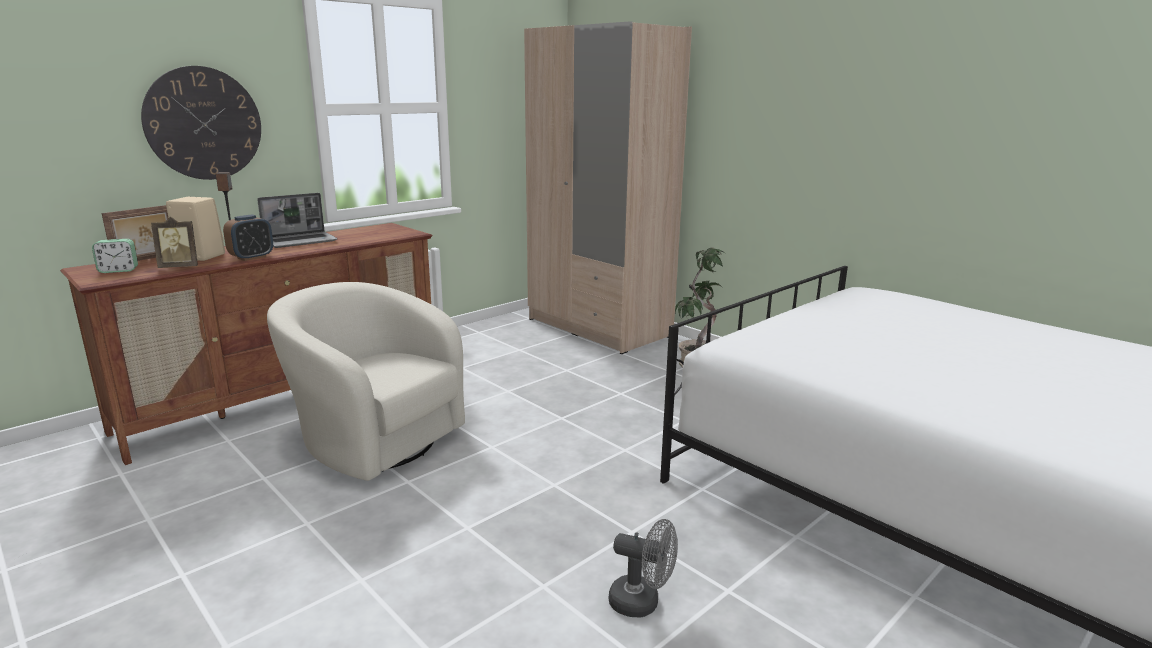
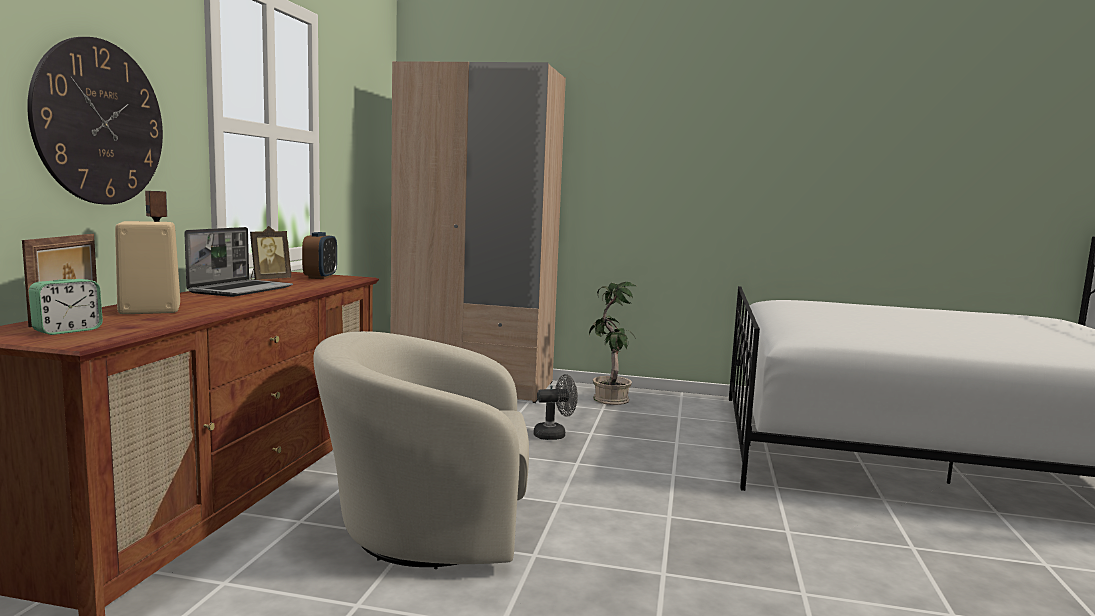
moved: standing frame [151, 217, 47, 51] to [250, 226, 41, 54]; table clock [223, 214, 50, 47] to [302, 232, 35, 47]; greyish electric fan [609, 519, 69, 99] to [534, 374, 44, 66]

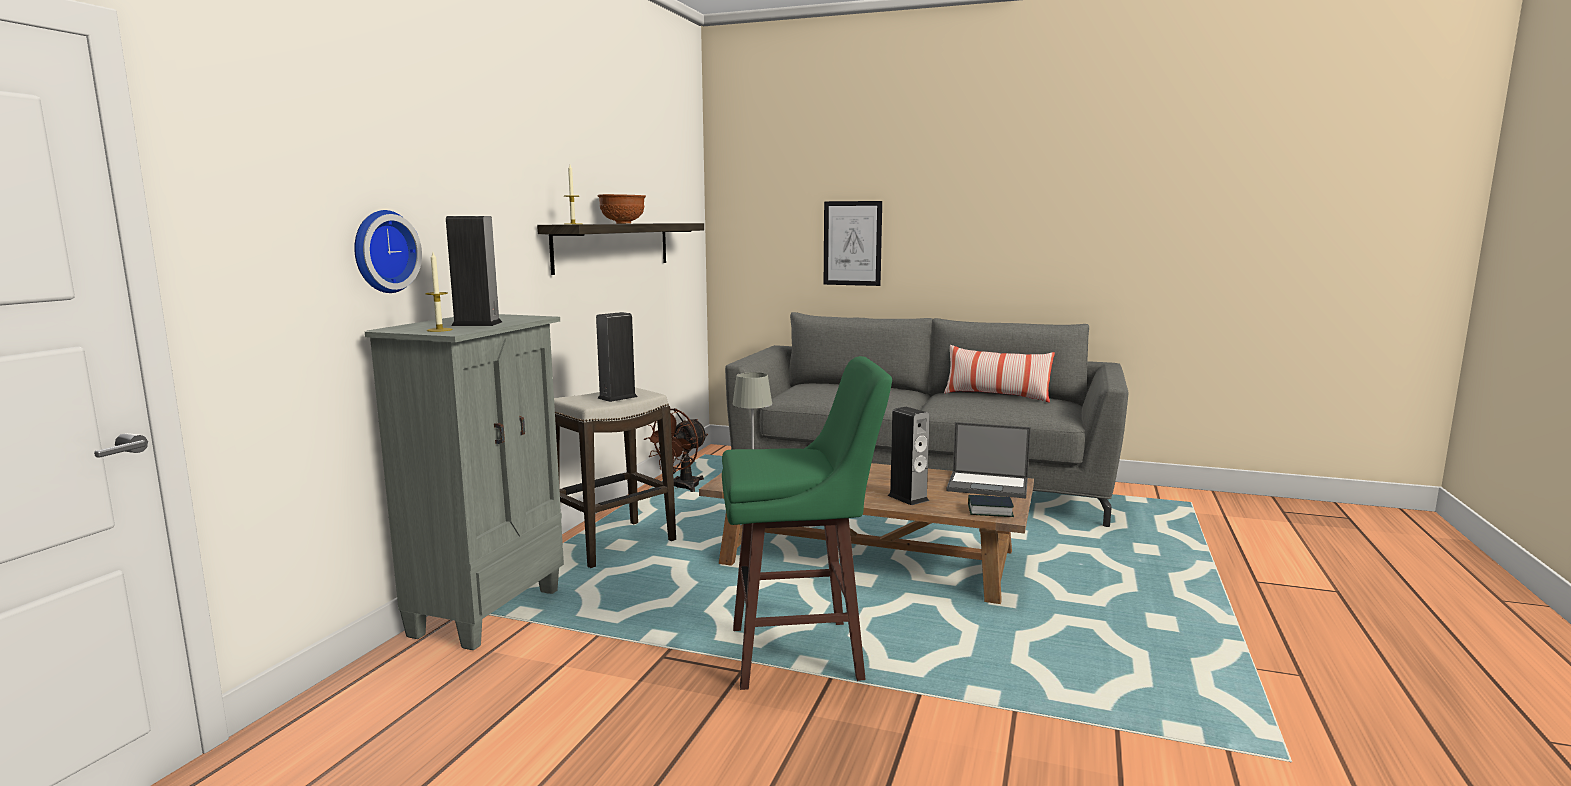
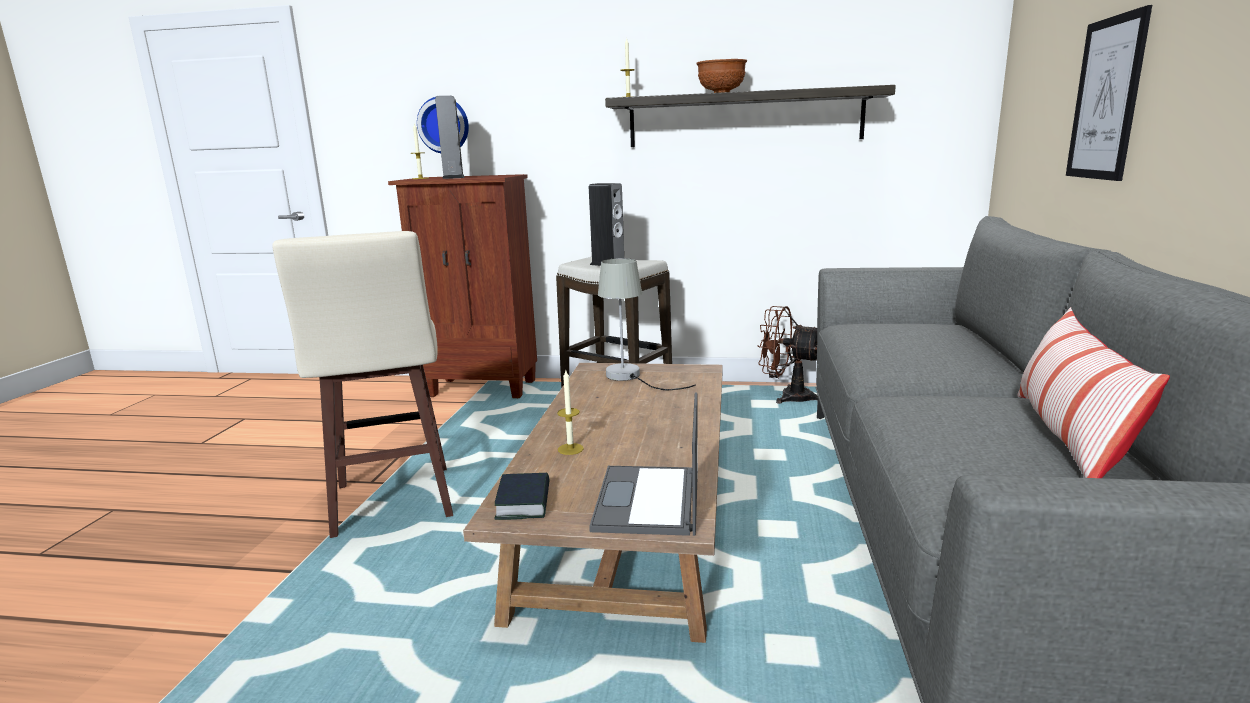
replaced: loudspeaker [888, 407, 42, 98] to candle [557, 371, 27, 84]
recoloured: greyish cabinet [365, 314, 199, 336] to brownish cabinet [388, 174, 149, 224]; green stool seat [722, 356, 170, 334] to sand-coloured stool seat [272, 231, 181, 307]

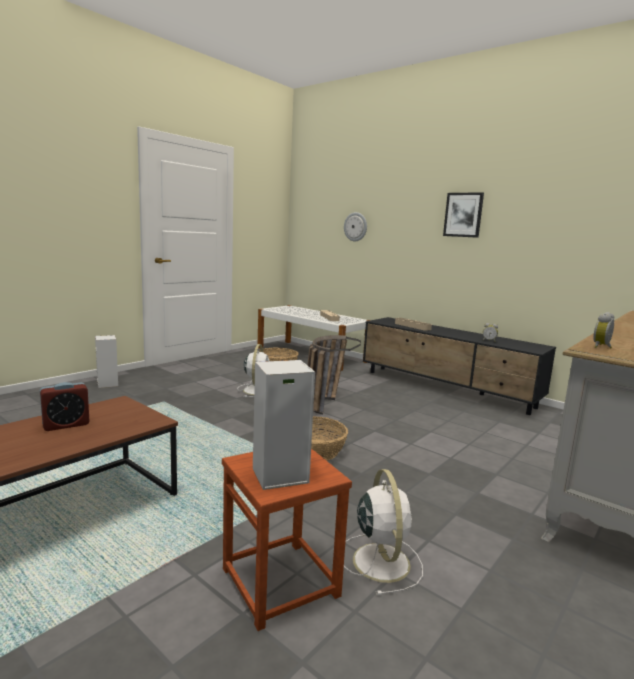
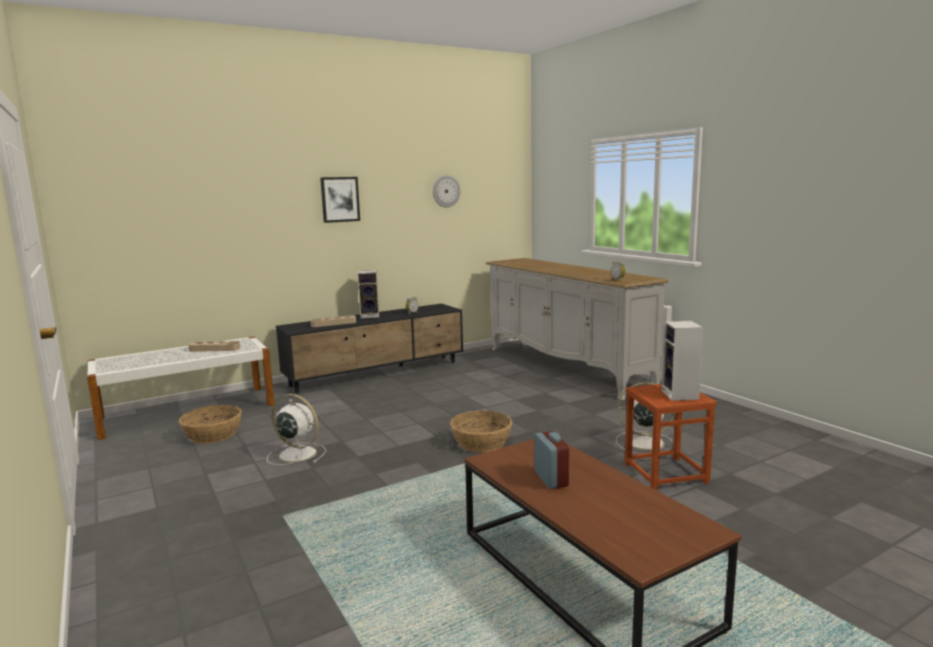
removed: storage basket [308, 335, 53, 79]
moved: loudspeaker [95, 335, 23, 53] to [357, 270, 22, 48]; hanging clock [344, 212, 23, 30] to [433, 175, 27, 32]

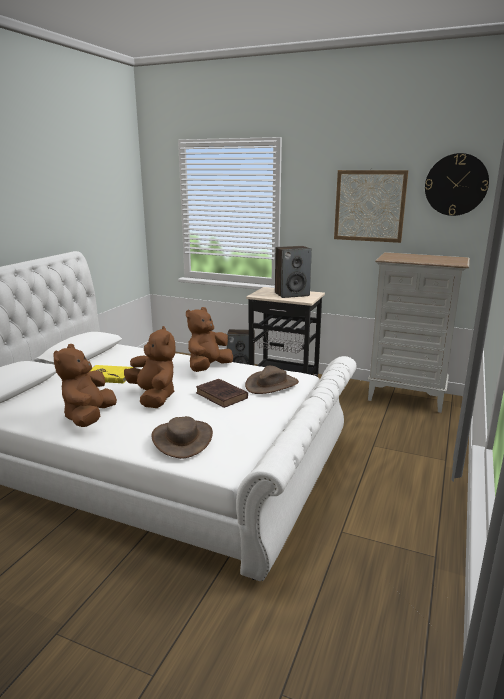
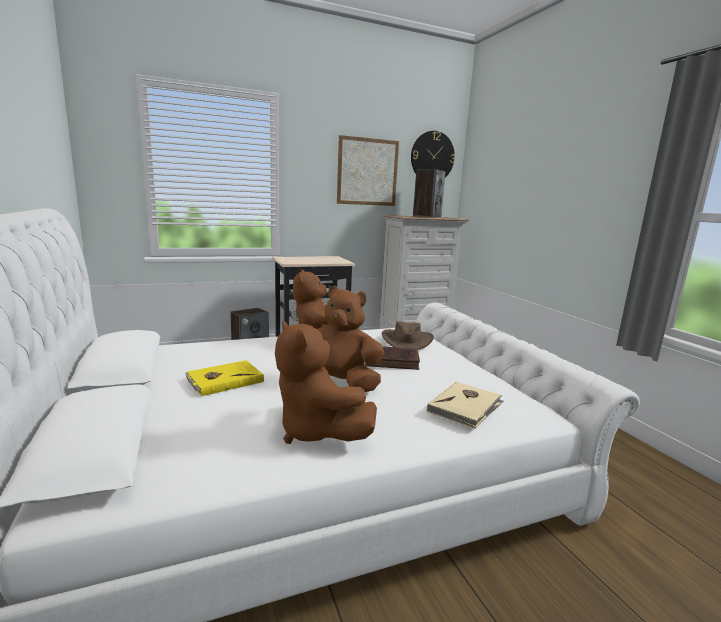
moved: loudspeaker [275, 246, 37, 52] to [413, 169, 32, 49]
replaced: brownish clothing hat [152, 416, 61, 42] to sand-coloured bound book [427, 381, 77, 48]

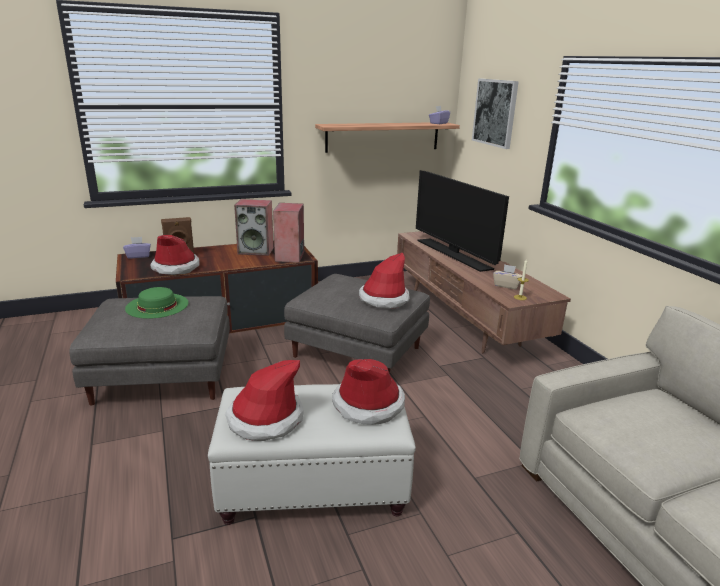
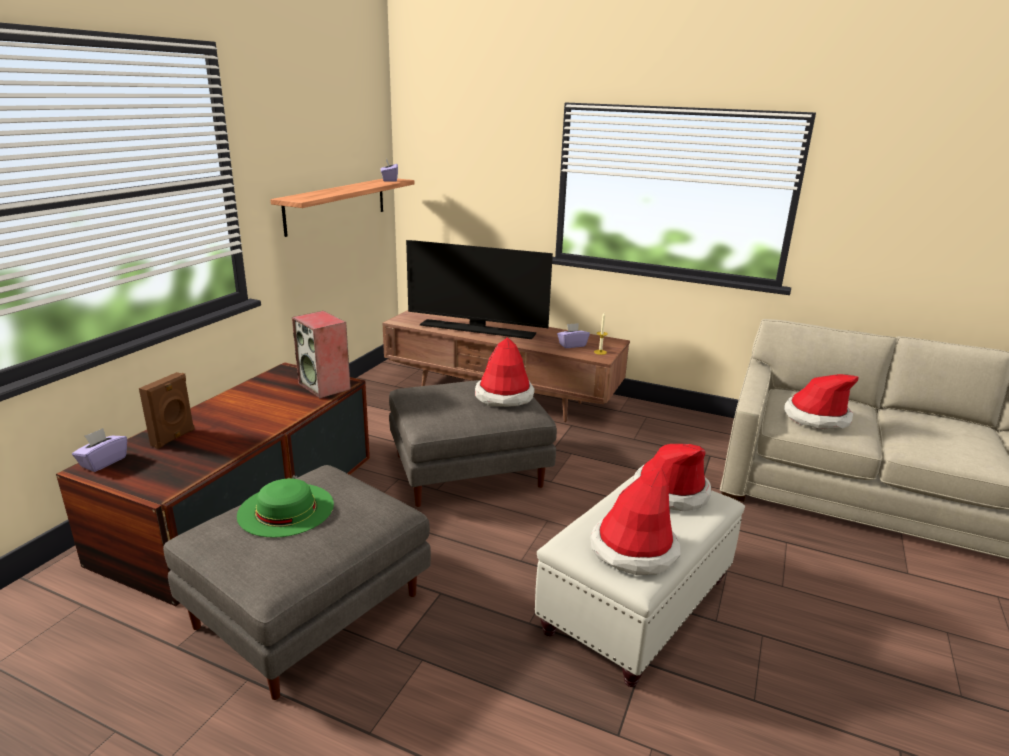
removed: loudspeaker [234, 199, 40, 57]; wall art [472, 79, 47, 70]
moved: clothing hat [150, 235, 50, 40] to [784, 374, 75, 55]
recoloured: sand-coloured tissue box [493, 264, 29, 25] to purplish tissue box [557, 323, 33, 25]

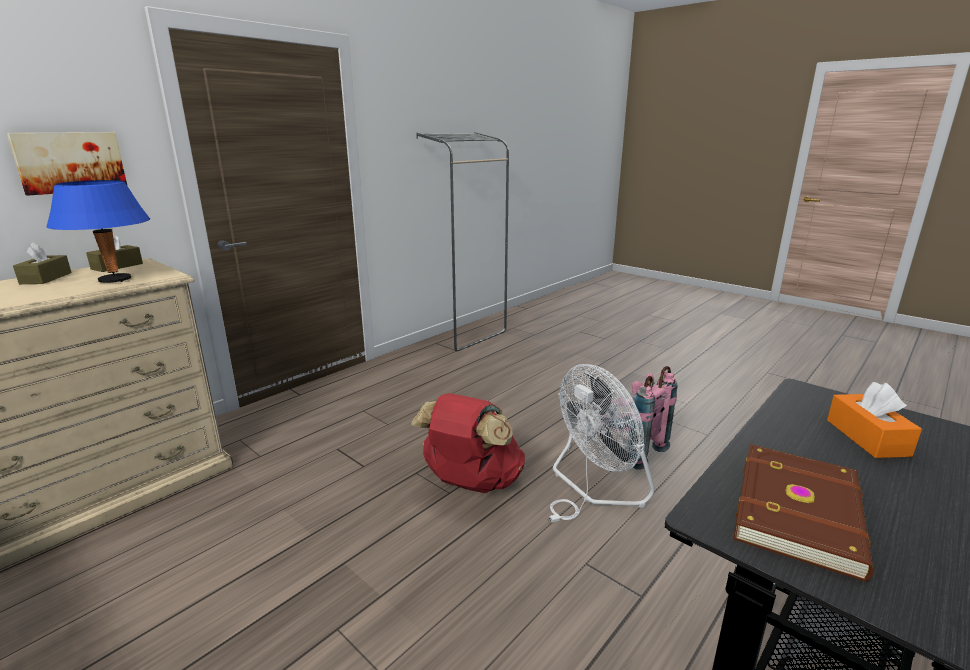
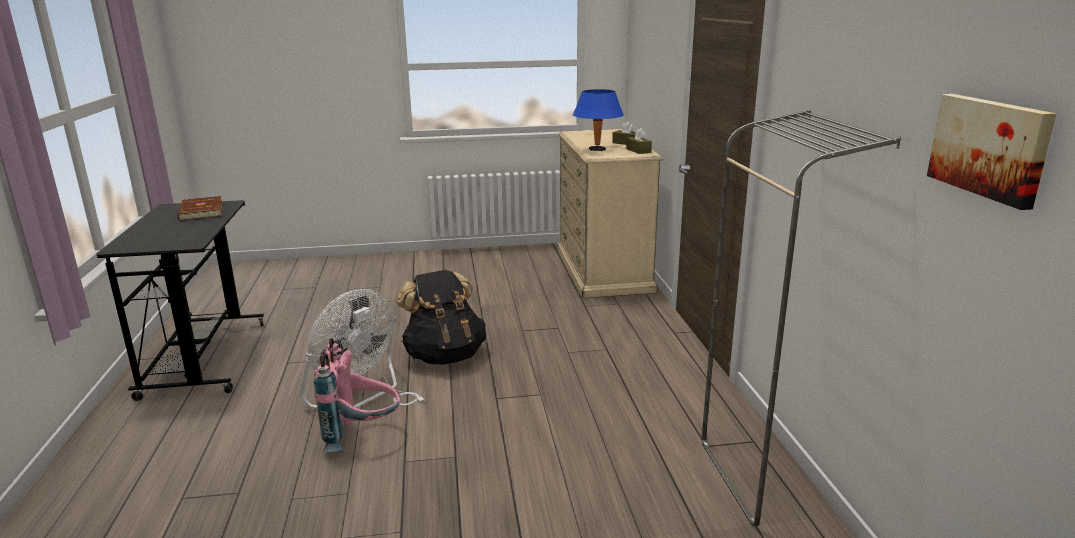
removed: orange tissue box [827, 382, 95, 76]
moved: wall art [7, 132, 120, 64] to [927, 94, 129, 116]
recoloured: red rucksack [411, 393, 114, 100] to blackish rucksack [396, 270, 90, 95]
turned: whitish electric fan [548, 364, 107, 159] = [300, 289, 125, 121] 120 degrees clockwise

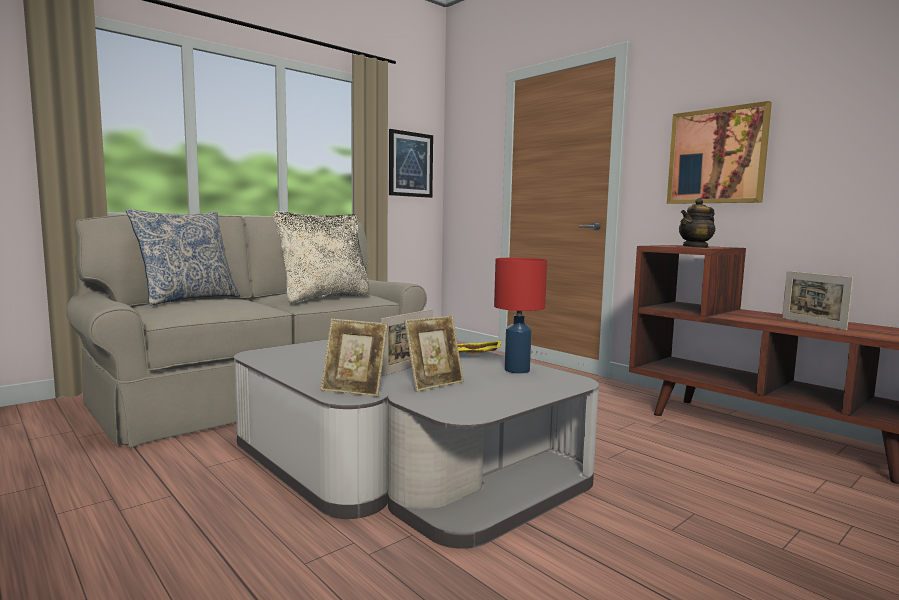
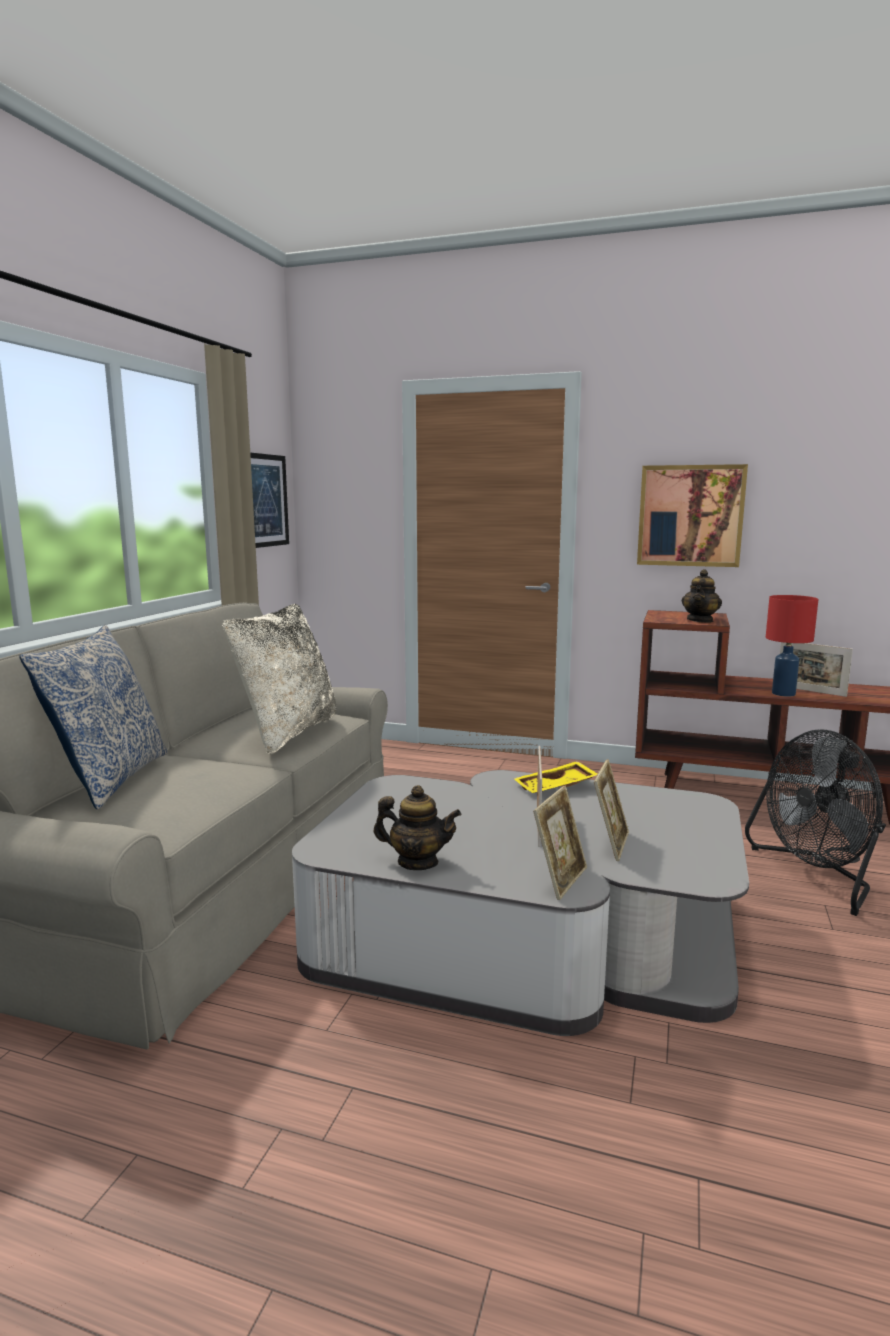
added: tea pot [373, 785, 88, 85]; blackish electric fan [745, 729, 141, 187]
moved: red table lamp [494, 258, 53, 116] to [766, 595, 52, 102]
turned: standing frame [321, 319, 67, 78] = [533, 786, 54, 114] 45 degrees counterclockwise

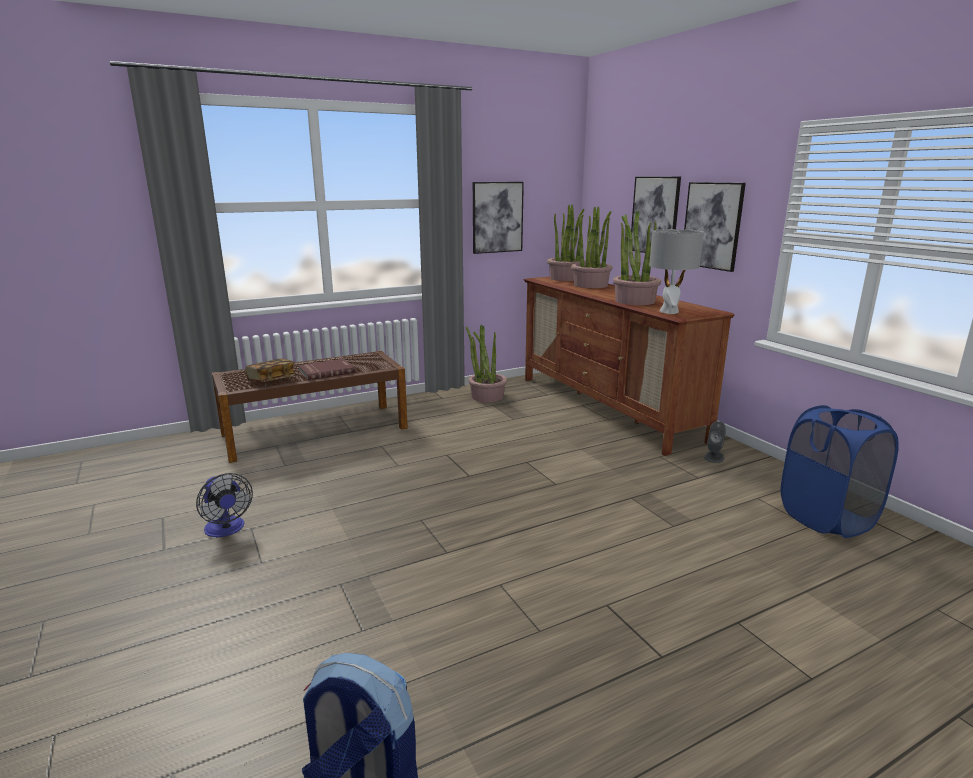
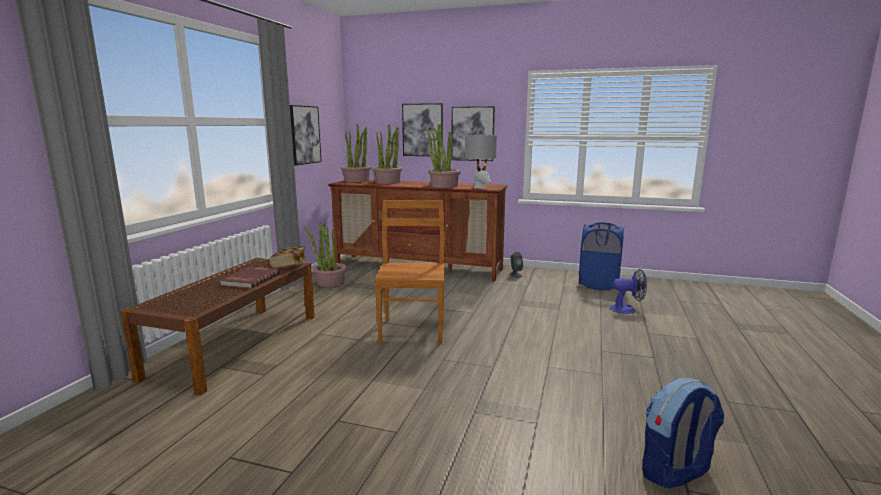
added: brownish upright chair [374, 200, 71, 144]
moved: electric fan [196, 473, 57, 64] to [610, 269, 37, 45]; bound book [245, 359, 51, 23] to [269, 247, 38, 22]

